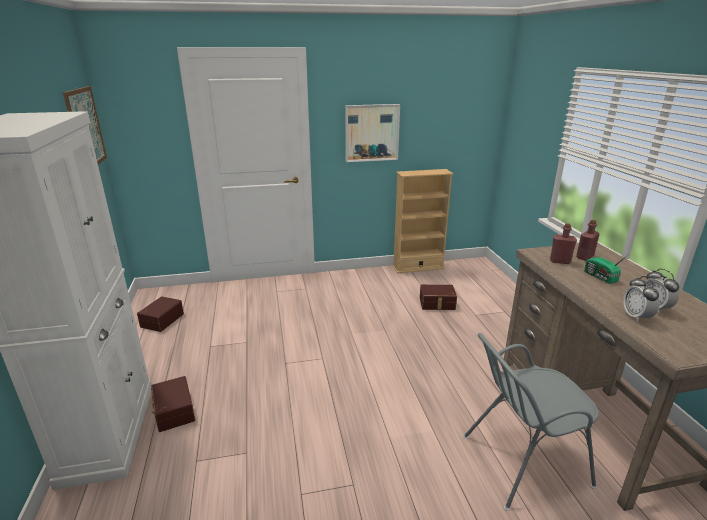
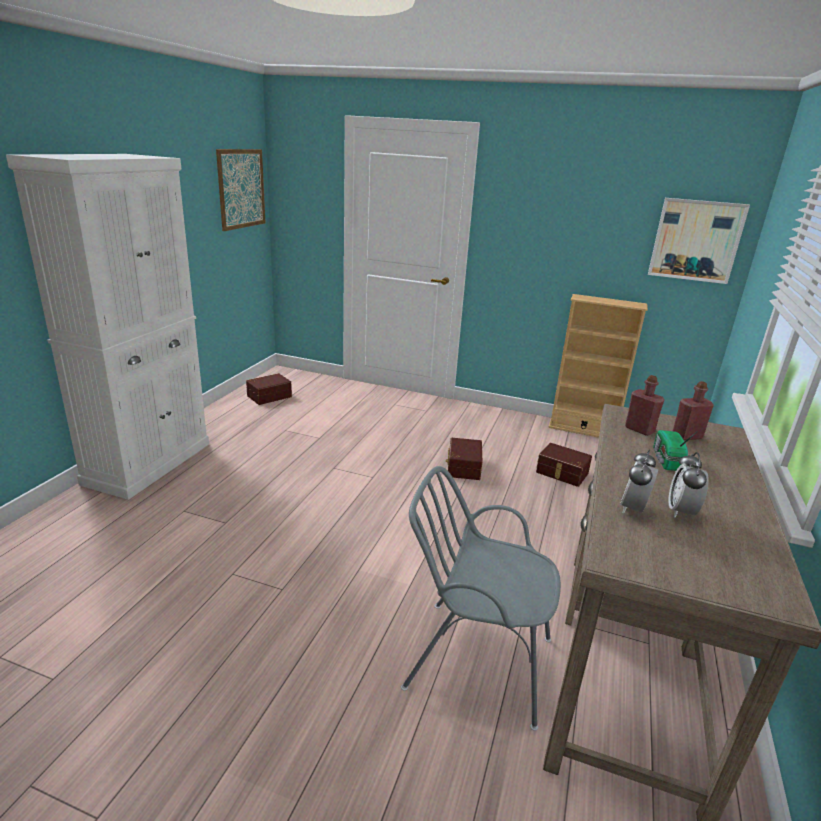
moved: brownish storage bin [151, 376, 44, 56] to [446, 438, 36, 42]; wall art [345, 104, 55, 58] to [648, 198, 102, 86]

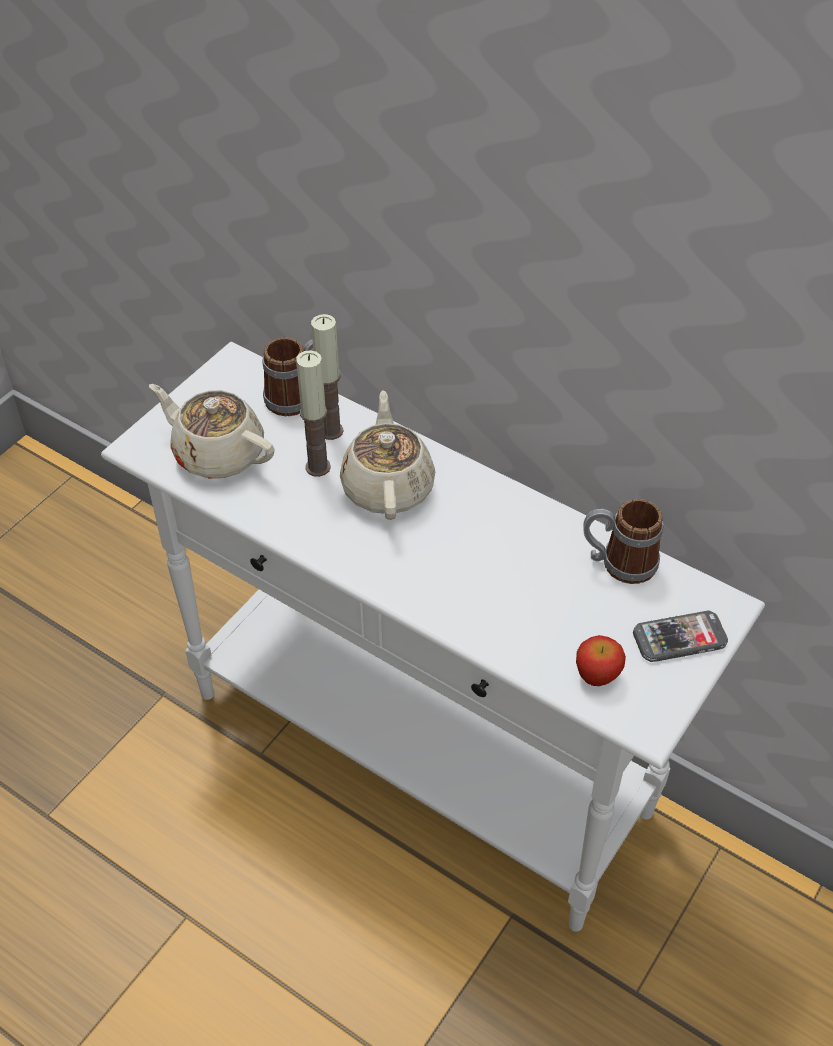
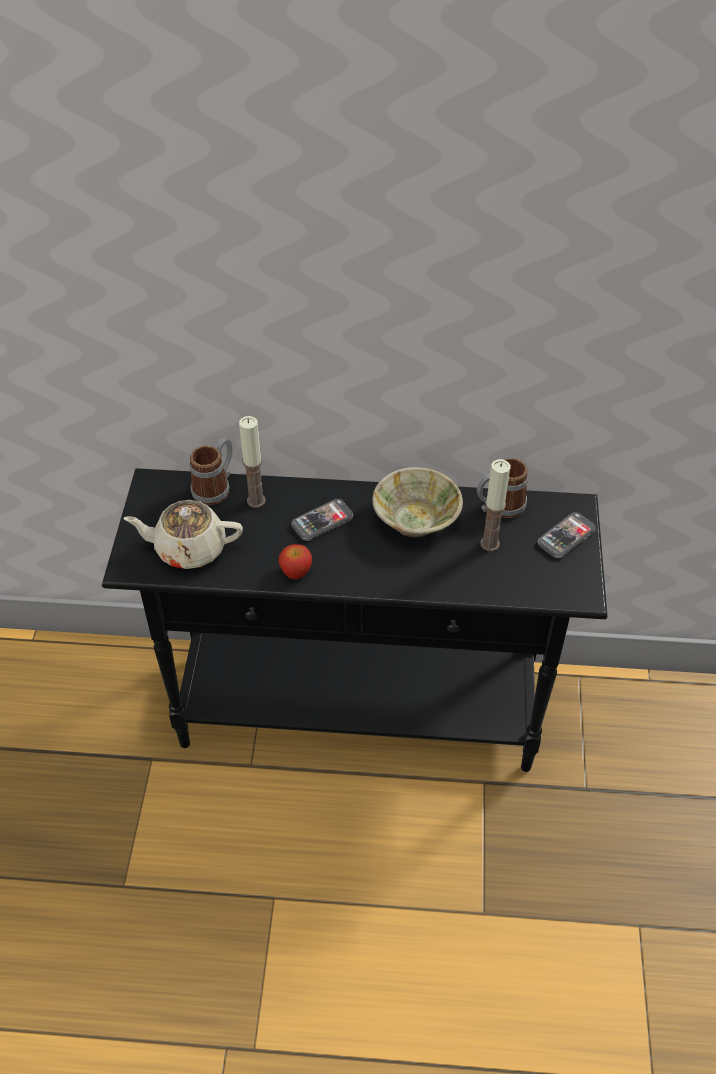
added: sand-coloured serving bowl [372, 467, 91, 70]
moved: candle [296, 350, 35, 127] to [480, 459, 31, 92]; apple fruit [576, 635, 50, 51] to [279, 544, 33, 35]
replaced: sand-coloured tea pot [340, 390, 95, 130] to phone [291, 499, 62, 42]
recoloured: whitish console table [101, 342, 664, 590] to blackish console table [102, 468, 506, 304]

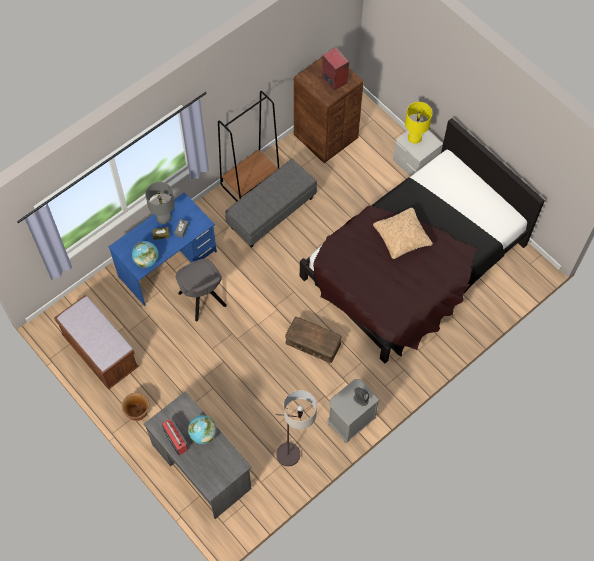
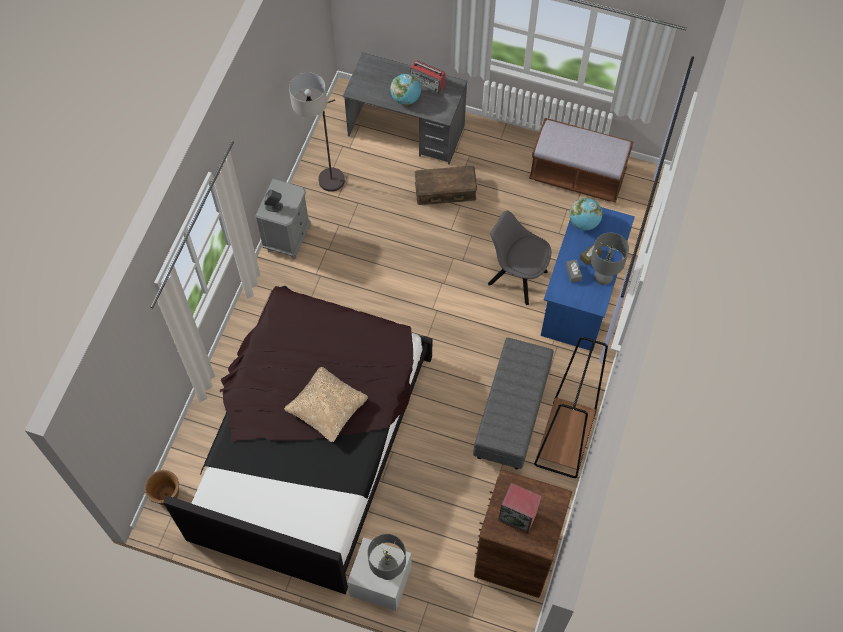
moved: brownish plant pot [122, 392, 27, 29] to [144, 470, 35, 35]; brownish storage bin [285, 317, 57, 46] to [415, 166, 62, 39]
recoloured: yellowish table lamp [405, 102, 27, 42] to greyish table lamp [367, 534, 39, 46]

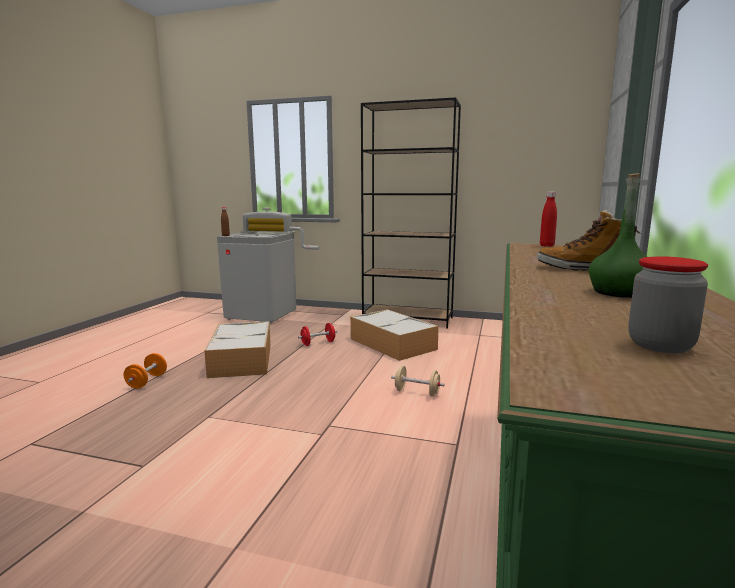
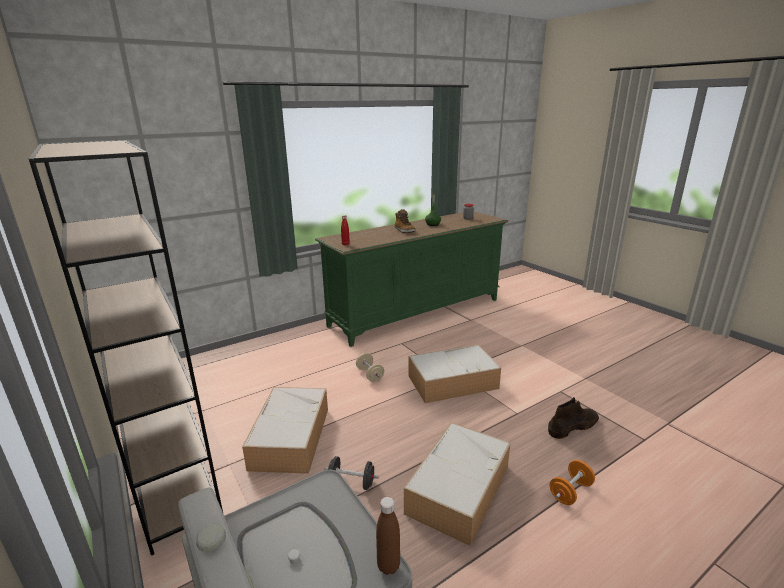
added: storage bin [409, 344, 92, 59]; brownish tall boot [548, 397, 51, 42]
recoloured: red dumbbell [298, 323, 39, 23] to blackish dumbbell [324, 456, 55, 34]

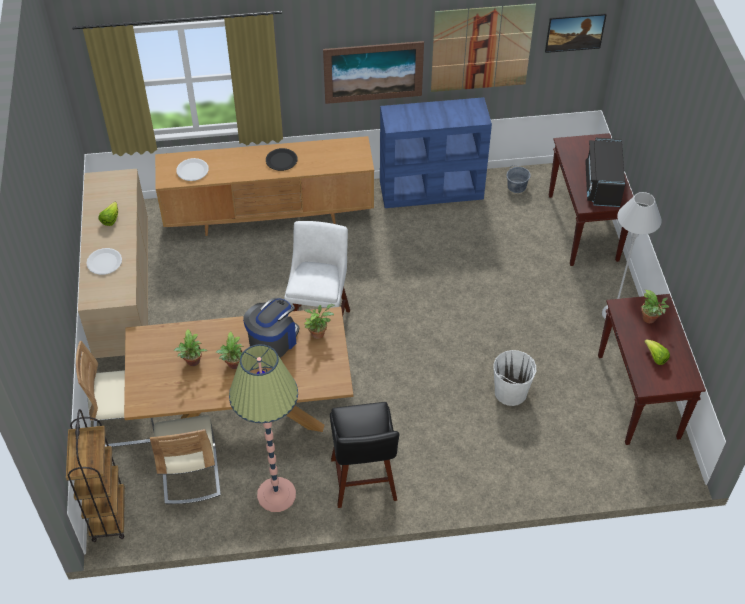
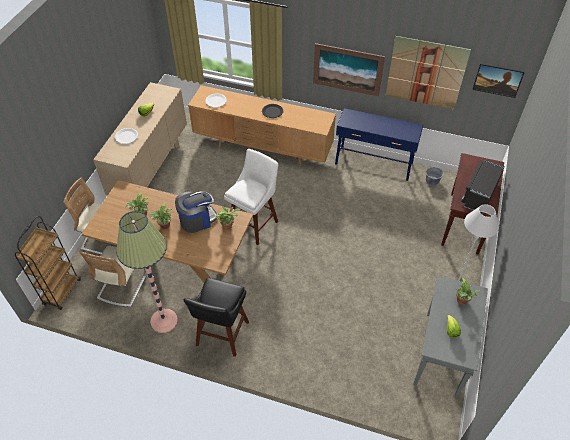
removed: whitish pail [494, 350, 42, 56]
replaced: blue bookcase [380, 97, 112, 111] to blue console table [335, 108, 88, 73]
recoloured: brownish console table [598, 294, 108, 151] to greyish console table [413, 276, 75, 122]

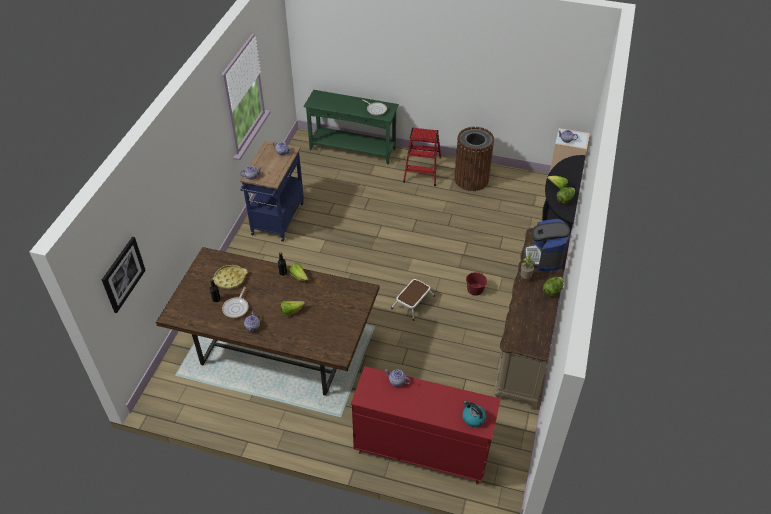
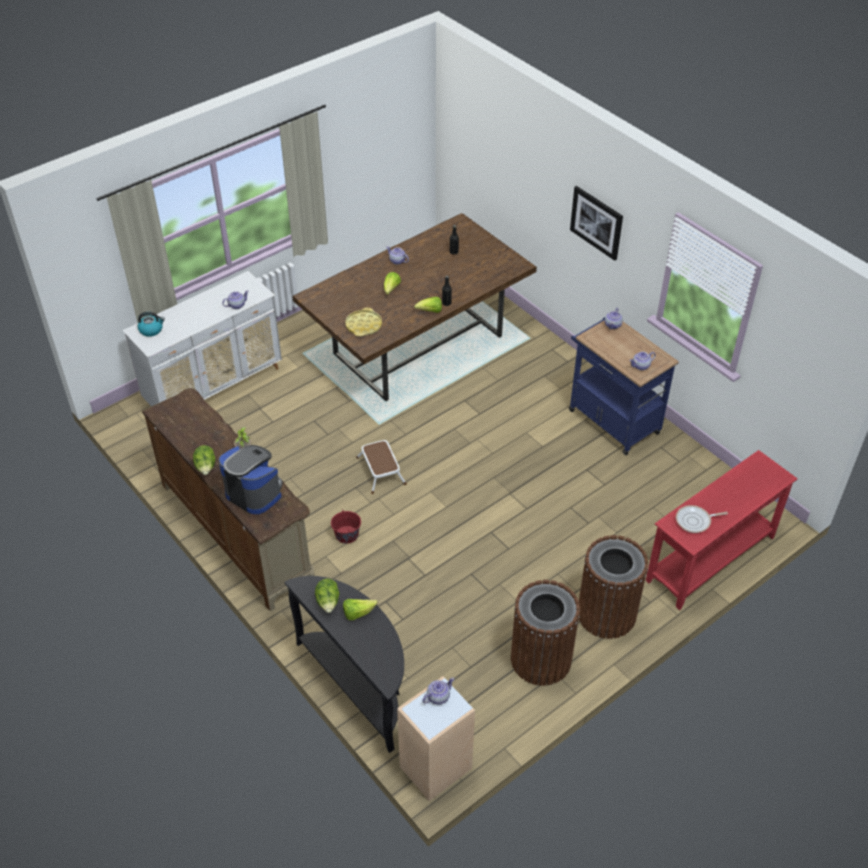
removed: pan [222, 287, 27, 31]
moved: wall art [102, 237, 44, 76] to [570, 186, 53, 75]; yellowish carrying tray [212, 265, 36, 24] to [345, 308, 37, 29]
replaced: red stepladder [403, 127, 39, 60] to brownish waste bin [579, 535, 69, 104]
recoloured: green console table [303, 90, 96, 75] to red console table [645, 450, 153, 160]; red cabinet [351, 366, 150, 119] to whitish cabinet [122, 271, 160, 135]

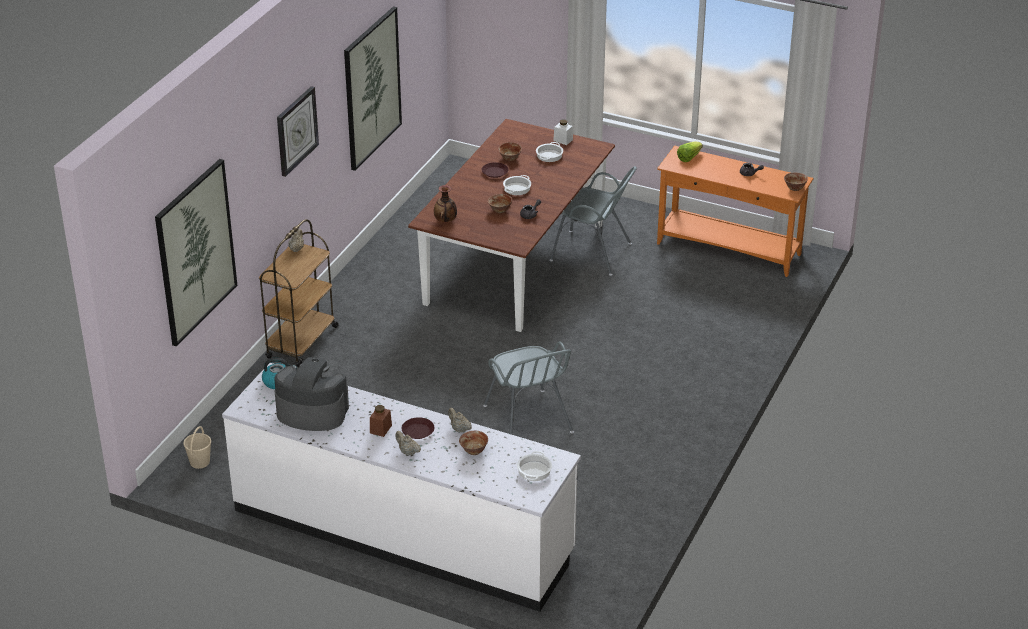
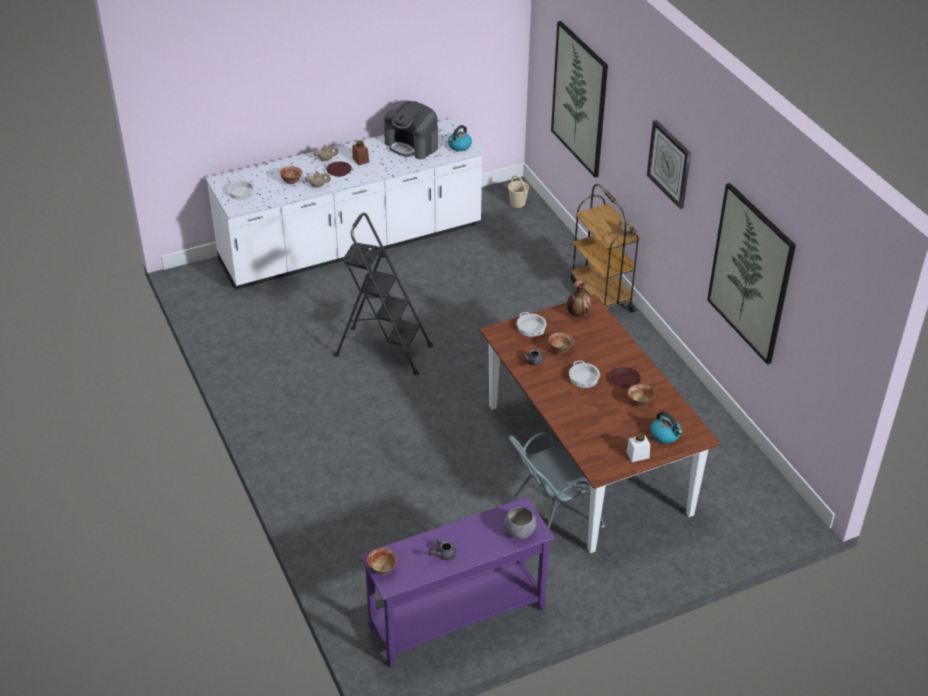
added: water kettle [650, 411, 33, 33]
moved: saucepot [536, 142, 27, 20] to [517, 312, 30, 25]
replaced: greyish upright chair [483, 342, 91, 93] to stepladder [334, 213, 99, 162]; lettuce head [677, 141, 26, 21] to greyish serving bowl [504, 507, 32, 32]
recoloured: orange console table [657, 146, 156, 131] to purplish console table [360, 497, 195, 171]
turned: coffee maker [274, 357, 75, 74] = [384, 100, 54, 59] 75 degrees clockwise

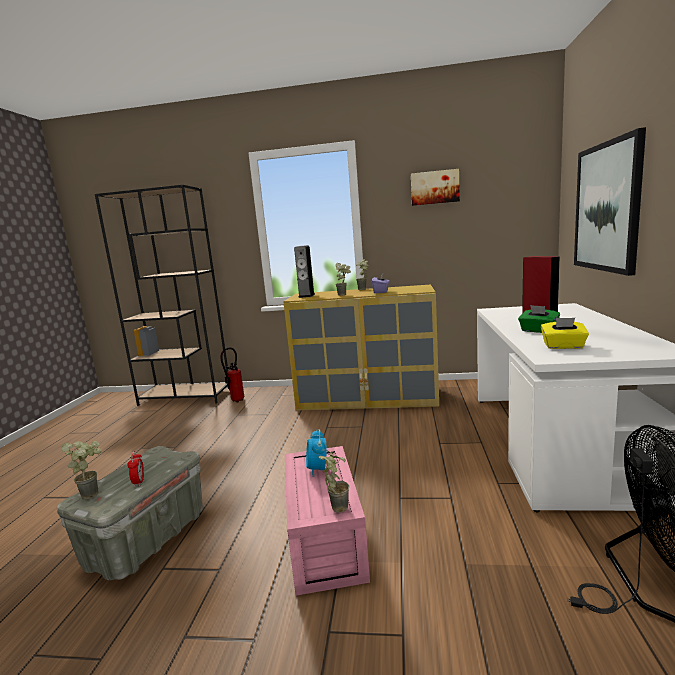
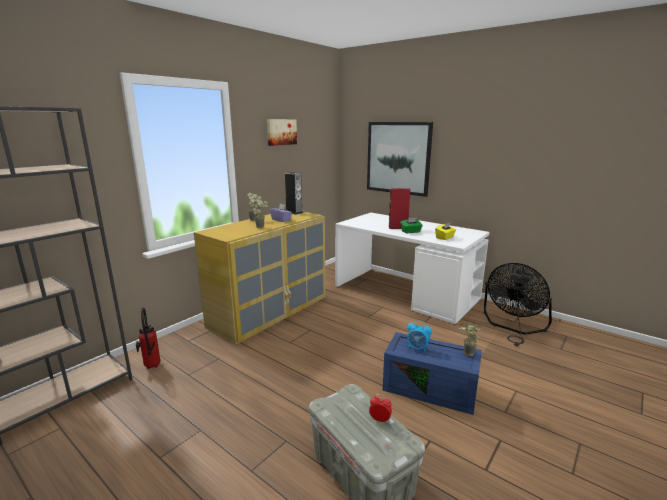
removed: potted plant [61, 441, 41, 58]
moved: loudspeaker [294, 245, 21, 53] to [285, 172, 18, 43]
recoloured: pink-coloured storage bin [285, 446, 85, 150] to blue storage bin [383, 332, 99, 83]

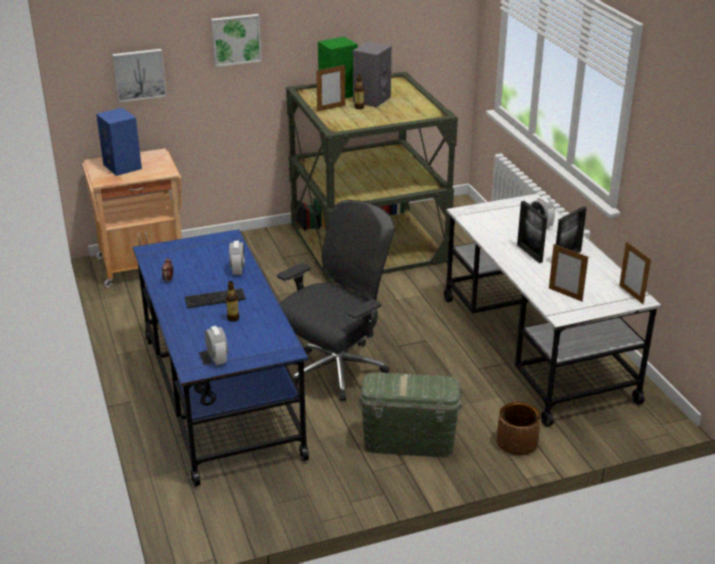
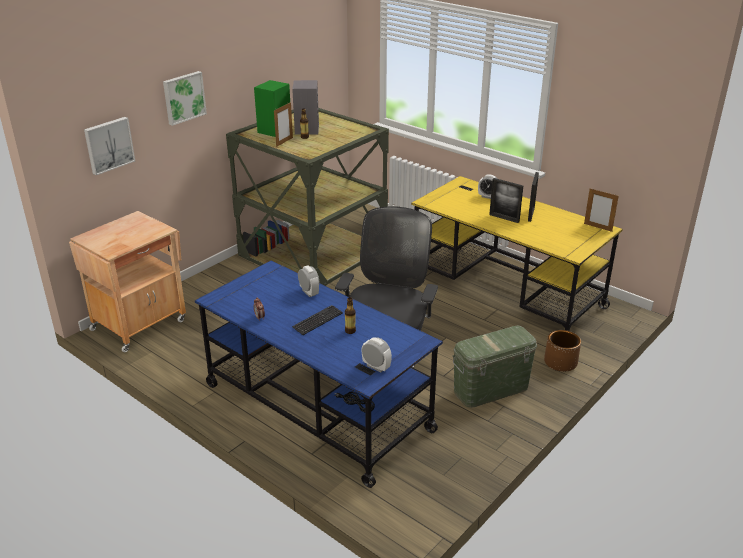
removed: blue loudspeaker [96, 108, 46, 68]; standing frame [549, 244, 39, 57]
recoloured: whitish desk table [444, 193, 218, 234] to yellowish desk table [411, 176, 212, 155]

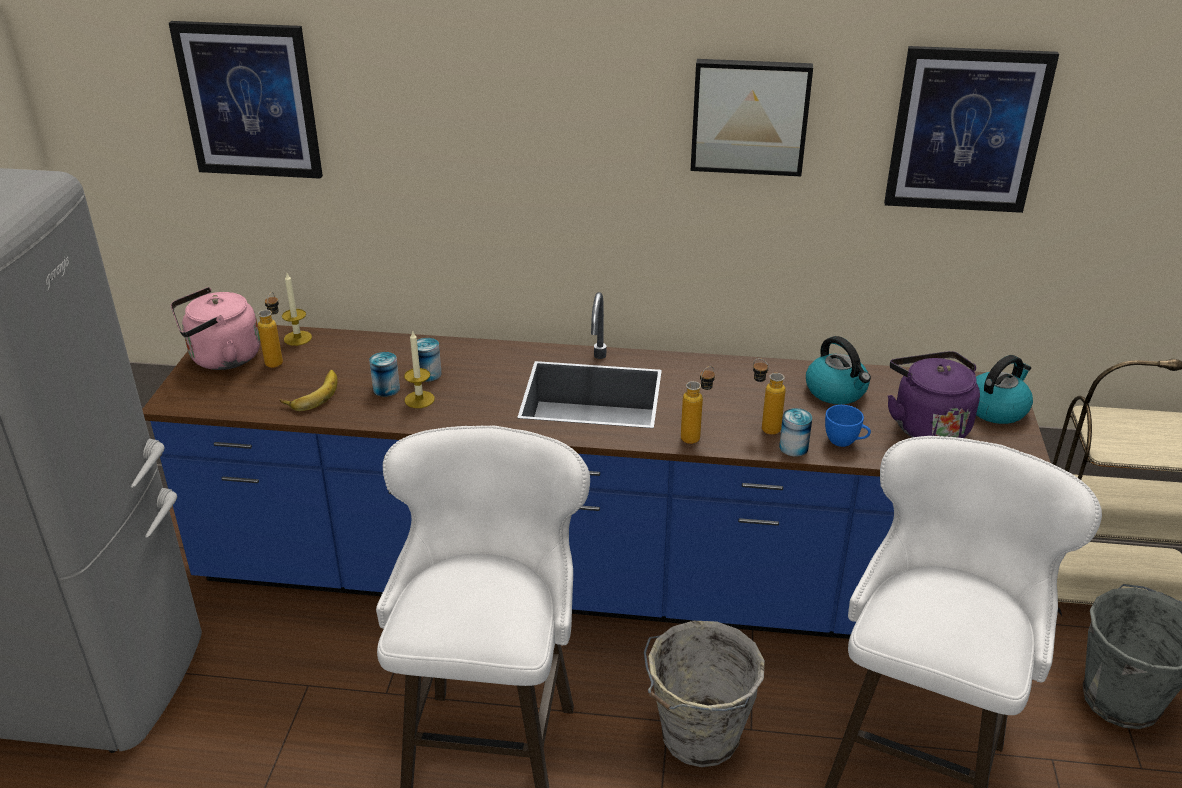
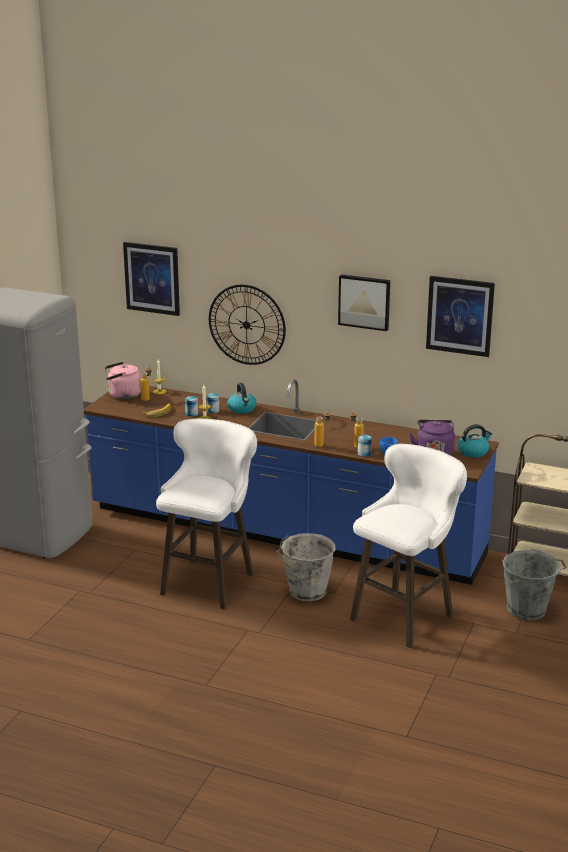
added: hanging clock [209, 285, 77, 80]
moved: water kettle [806, 336, 65, 69] to [227, 383, 30, 31]

